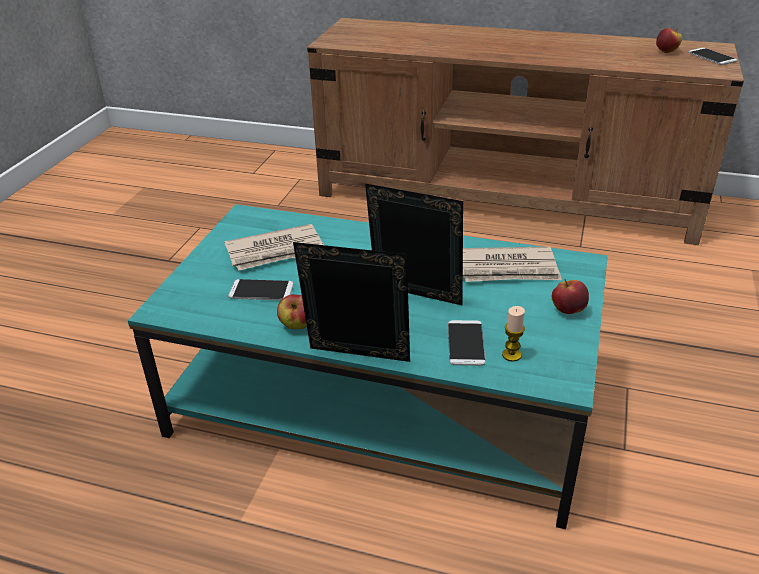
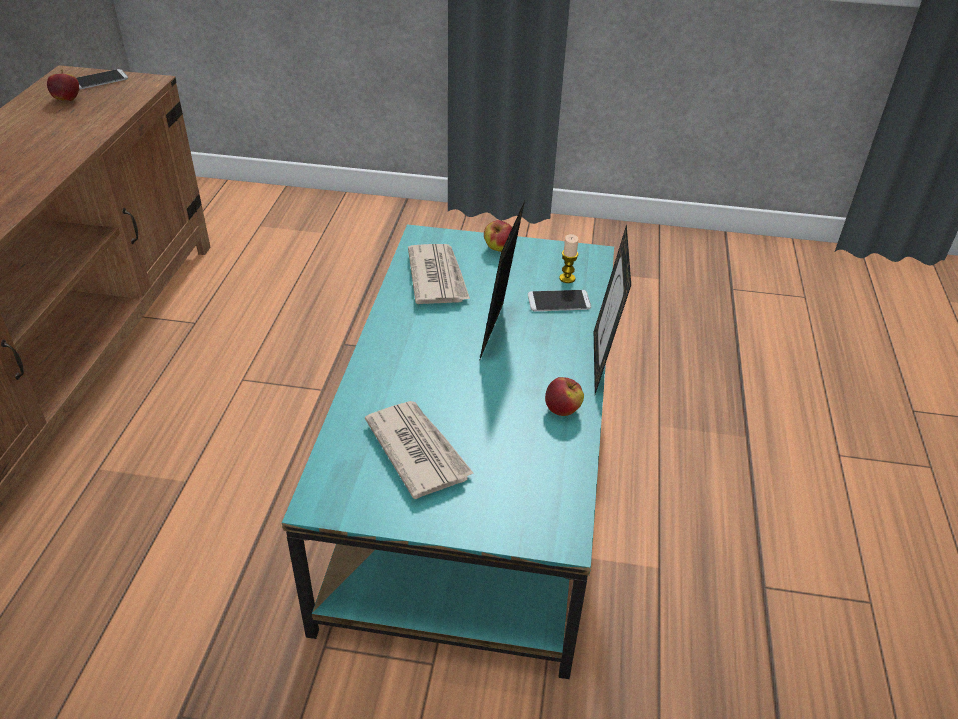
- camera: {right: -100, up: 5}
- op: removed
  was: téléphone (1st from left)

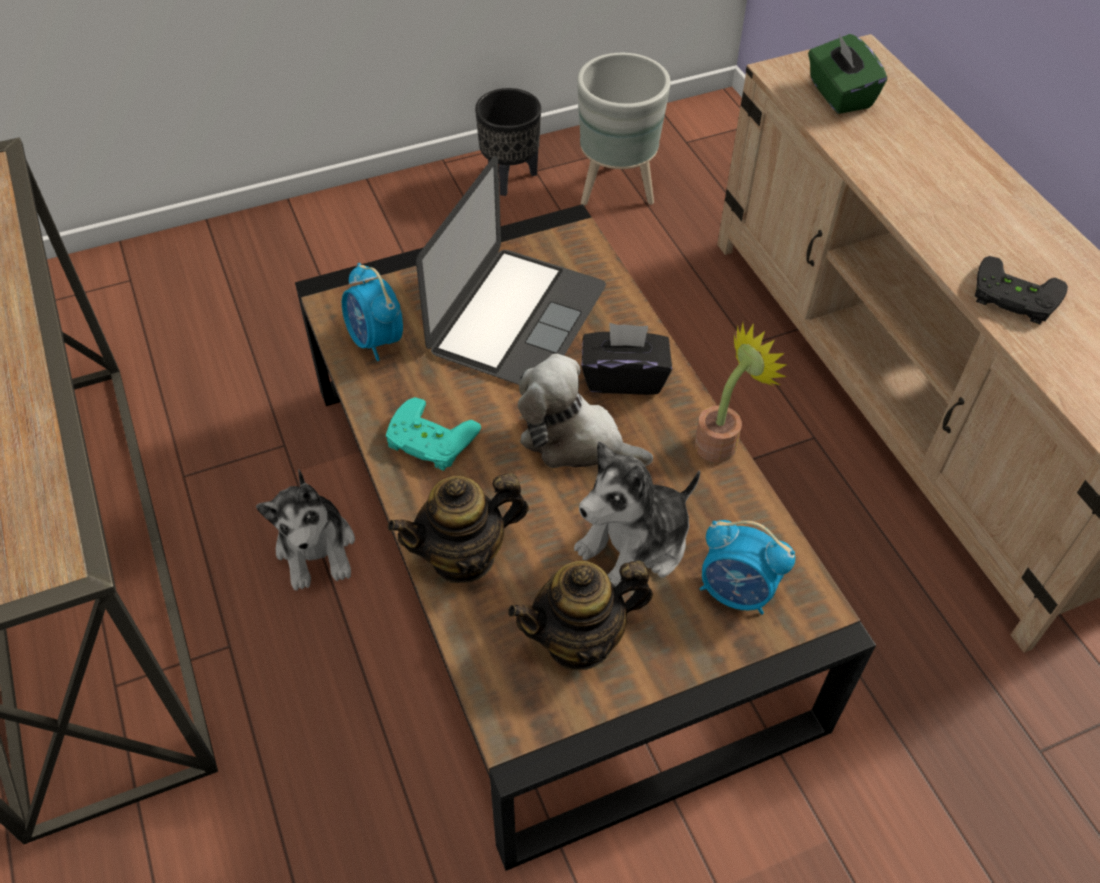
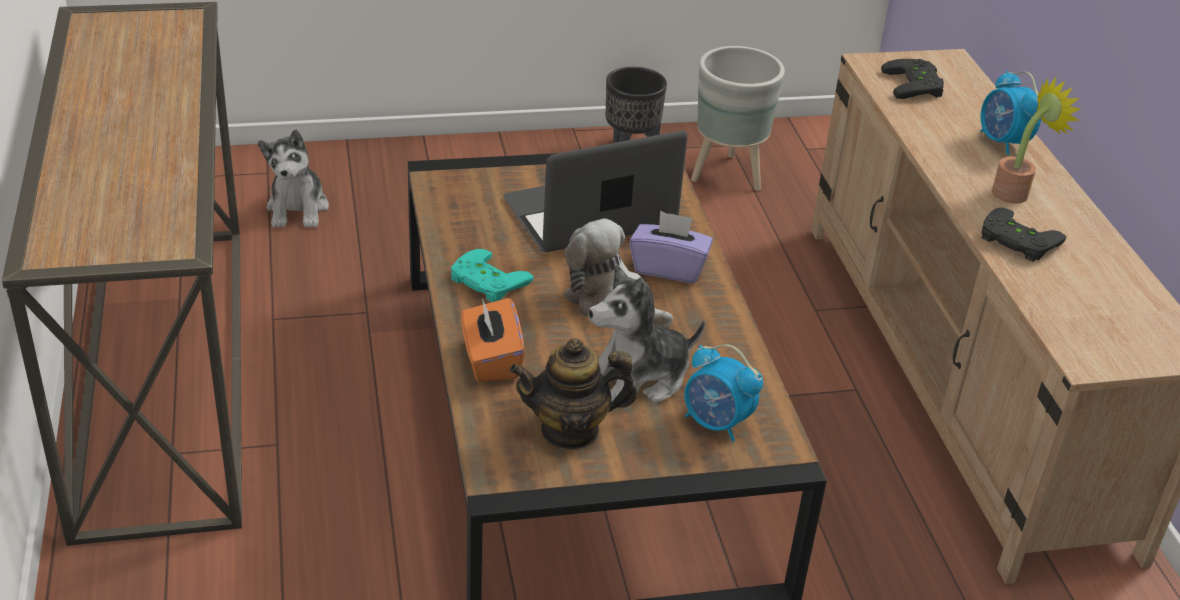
- camera: {right: 10, up: -15}
- op: moved
  was: peluche (1st from left)
- op: replaced
  was: théière (1st from left)
  now: boîte à mouchoirs/orange
- op: turned
  was: ordinateur portable
  clockwise: -150
- op: recoloured
  was: boîte à mouchoirs/noir
  now: boîte à mouchoirs/violet
- op: replaced
  was: boîte à mouchoirs/vert
  now: manette/noir (1st from left)
- op: moved
  was: réveil (1st from left in the first image)
  now: réveil (2nd from left)
- op: moved
  was: plante en pot

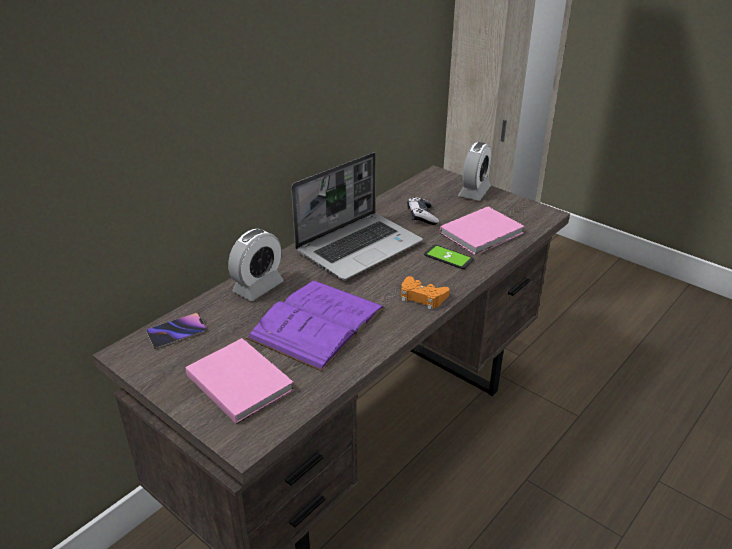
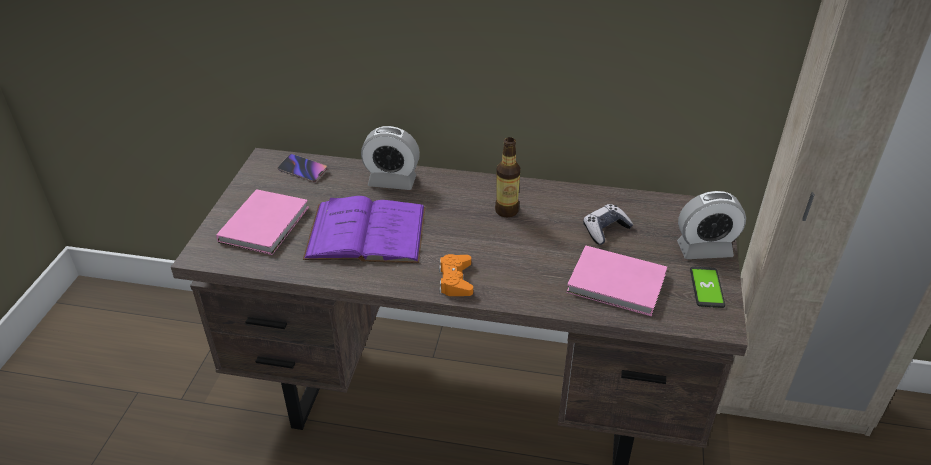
- camera: {right: 60, up: 5}
- op: replaced
  was: ordinateur portable
  now: bouteille
- op: moved
  was: téléphone (2nd from left)

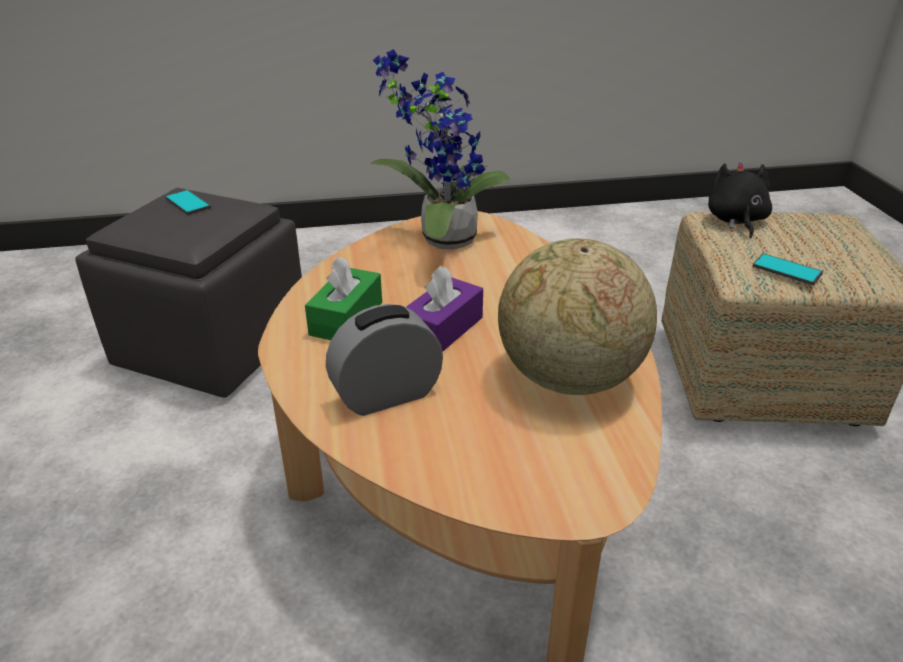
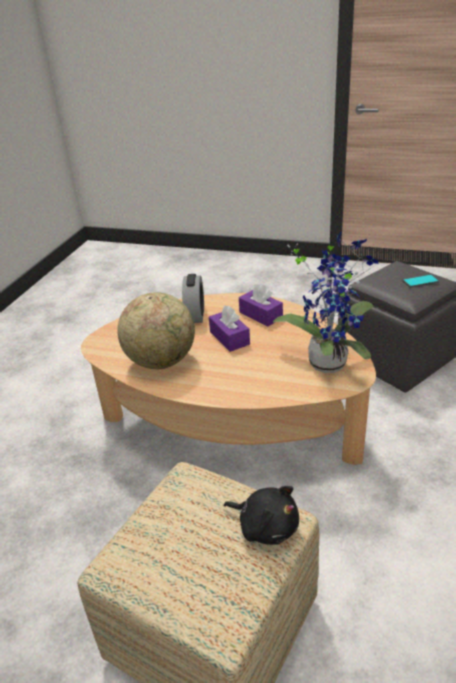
- camera: {right: 120, up: 0}
- op: recoloured
  was: boîte à mouchoirs/vert
  now: boîte à mouchoirs/violet (2nd from left)
- op: removed
  was: téléphone (2nd from left)

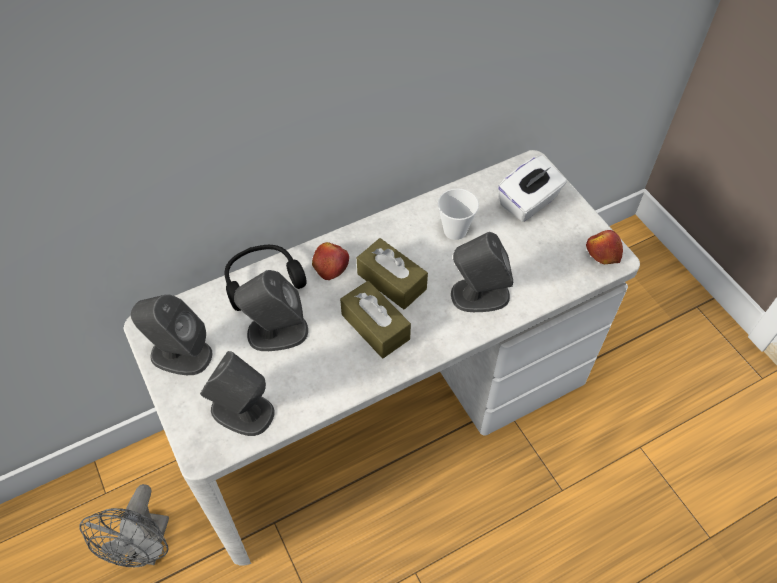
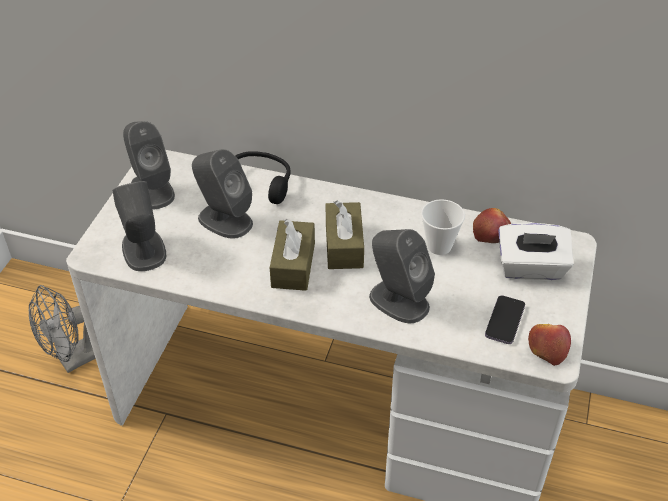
- camera: {right: 45, up: -10}
- op: moved
  was: pomme (1st from left)
- op: added
  now: téléphone

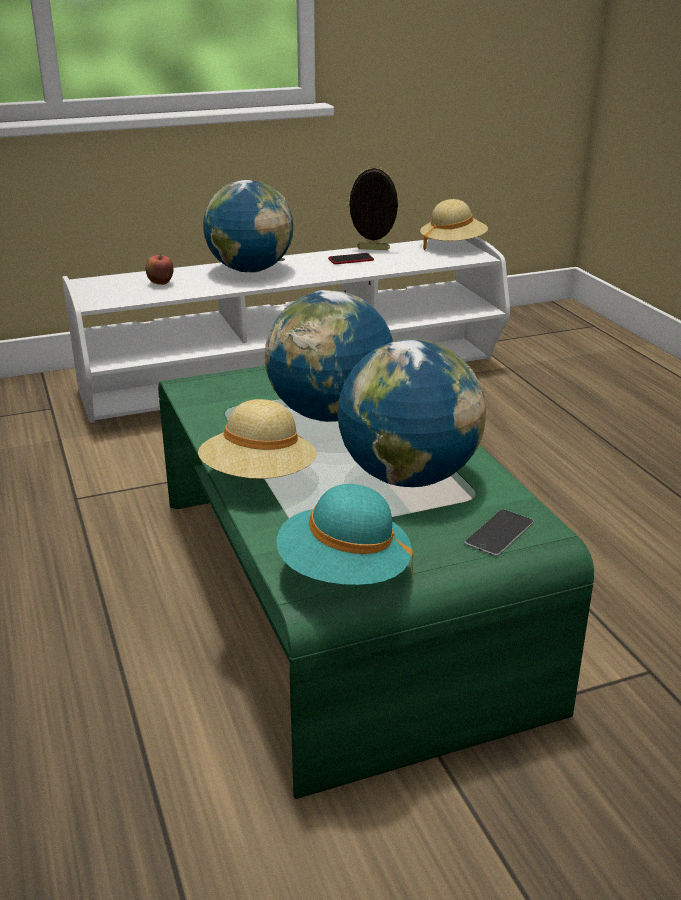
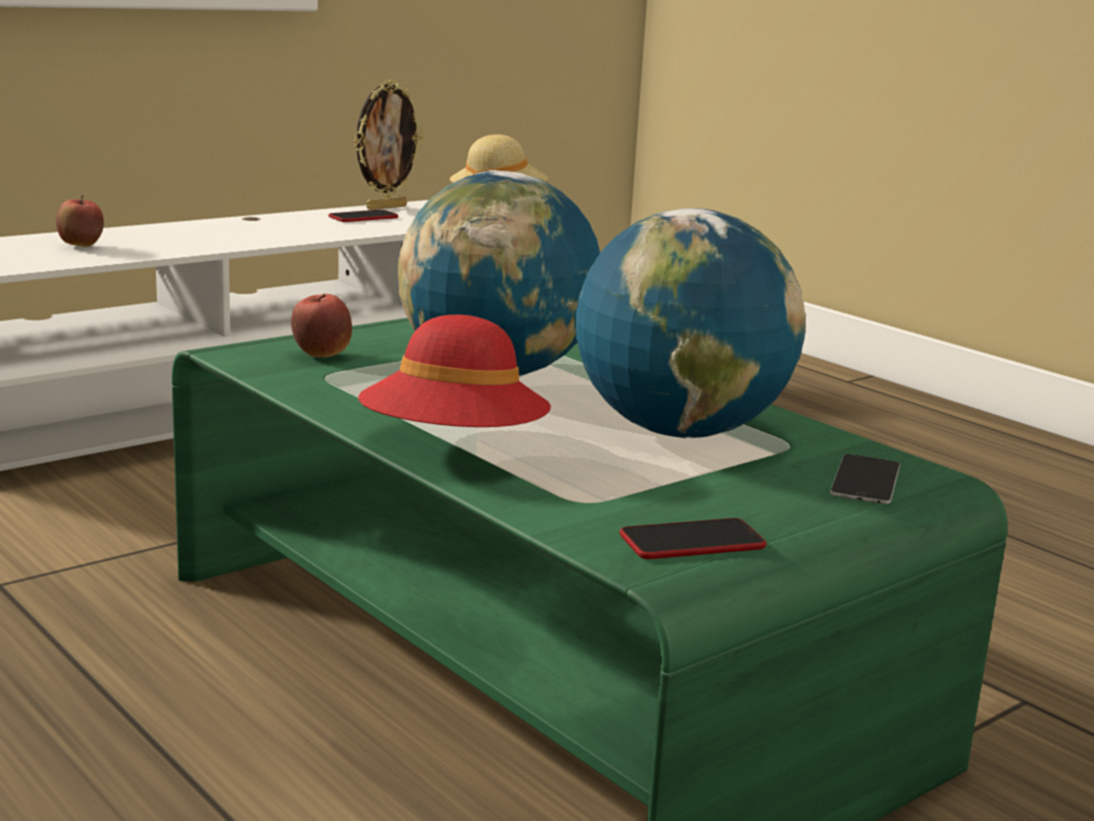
- camera: {right: -20, up: -10}
- op: added
  now: pomme (2nd from left)
- op: turned
  was: cadre photo
  clockwise: 150
- op: recoloured
  was: chapeau/beige (1st from left)
  now: chapeau/rouge
- op: replaced
  was: chapeau/turquoise
  now: téléphone (2nd from left)
- op: removed
  was: globe (1st from left)

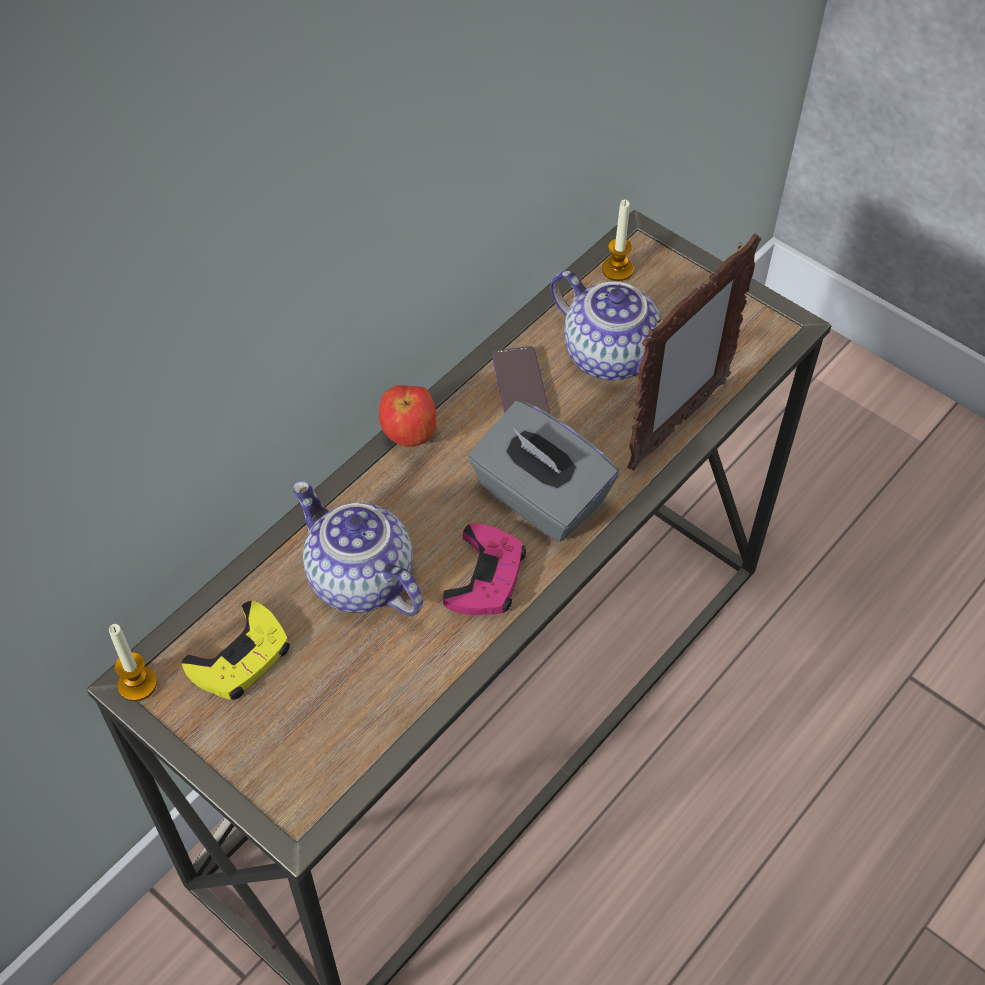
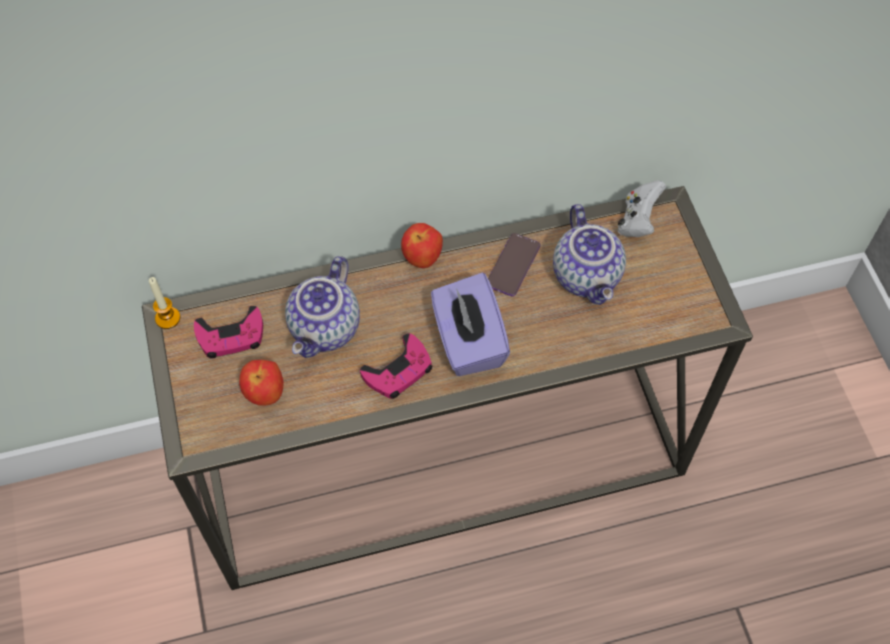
- camera: {right: 35, up: 5}
- op: recoloured
  was: manette/jaune
  now: manette/rose (1st from left)
- op: added
  now: pomme (1st from left)
- op: turned
  was: théière (1st from left)
  clockwise: -150
- op: recoloured
  was: boîte à mouchoirs/gris
  now: boîte à mouchoirs/violet
- op: replaced
  was: bougie (2nd from left)
  now: manette/blanc
- op: removed
  was: cadre photo

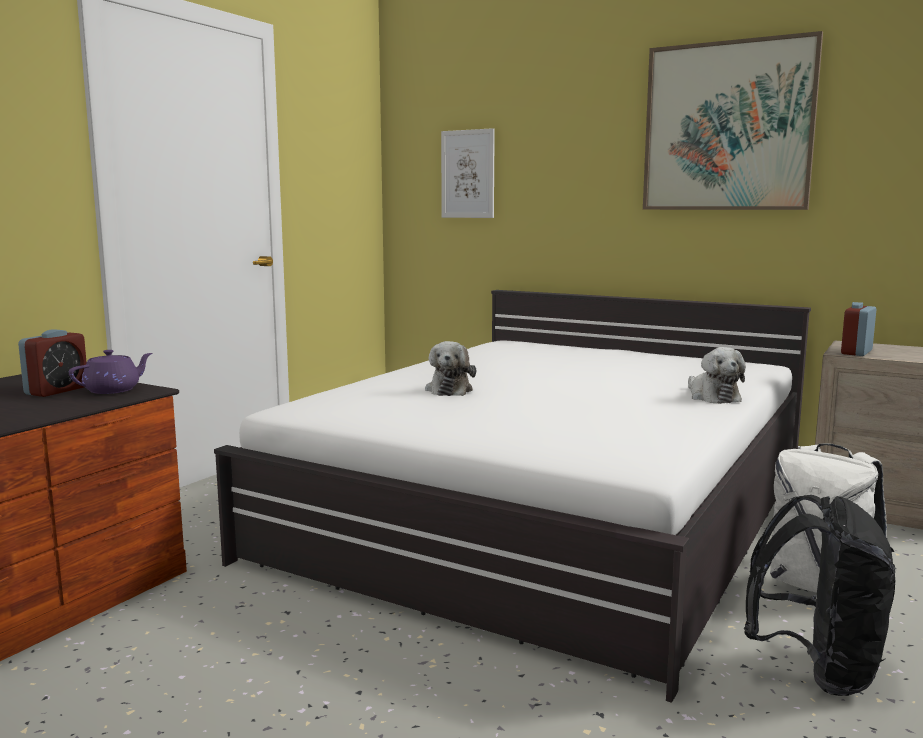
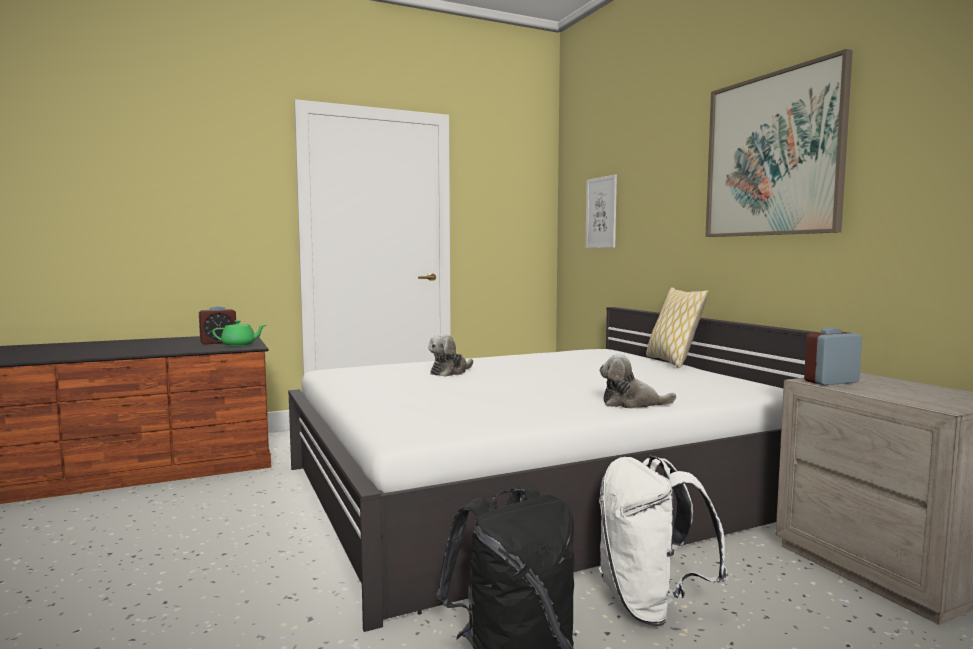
- camera: {right: 35, up: -5}
- op: recoloured
  was: théière/violet
  now: théière/vert
- op: turned
  was: peluche (2nd from left)
  clockwise: 75
- op: added
  now: coussin

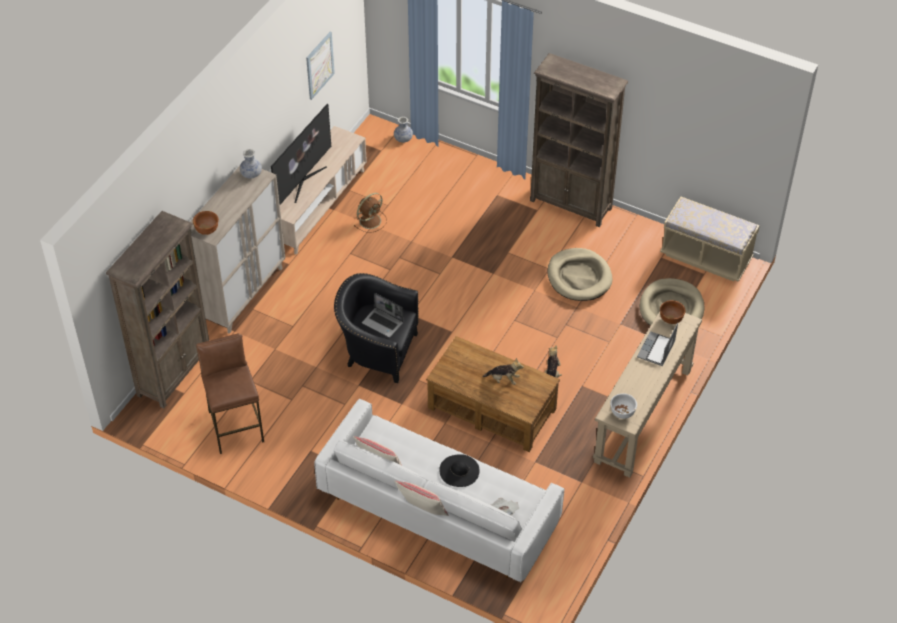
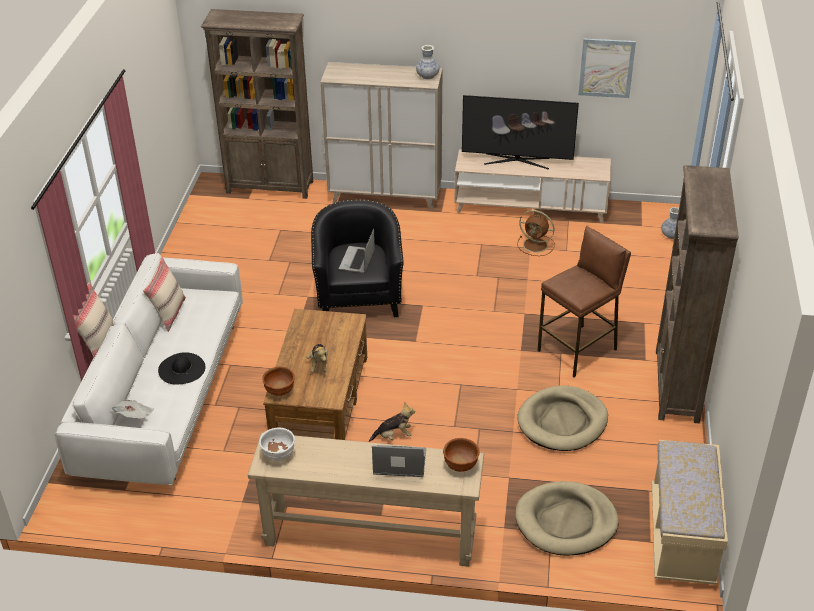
- camera: {right: 70, up: -10}
- op: moved
  was: bol/marron (1st from left)
- op: moved
  was: tabouret/marron

